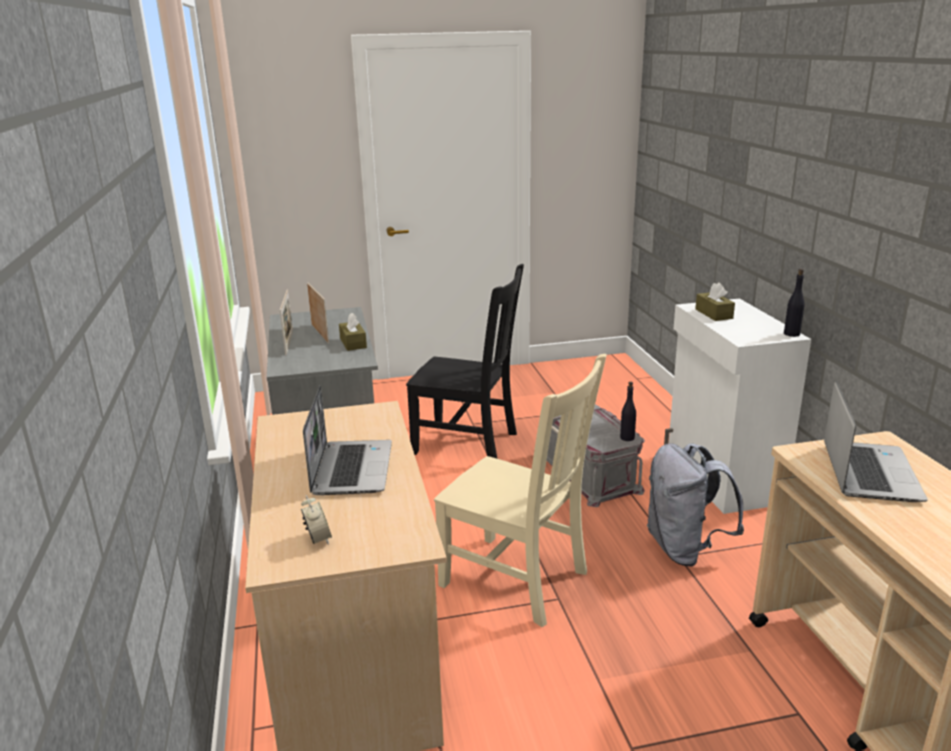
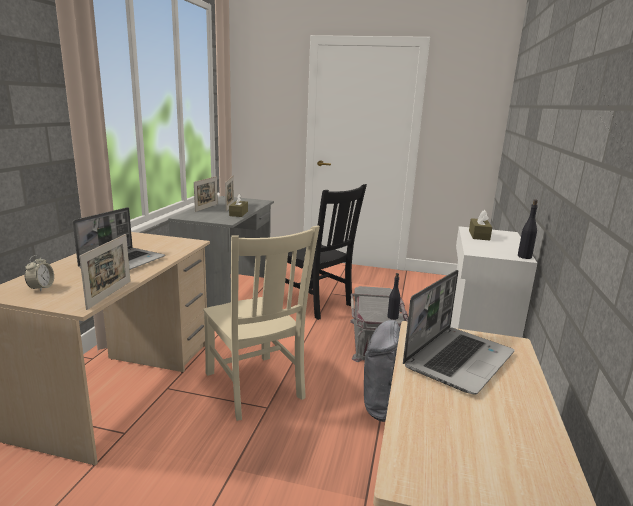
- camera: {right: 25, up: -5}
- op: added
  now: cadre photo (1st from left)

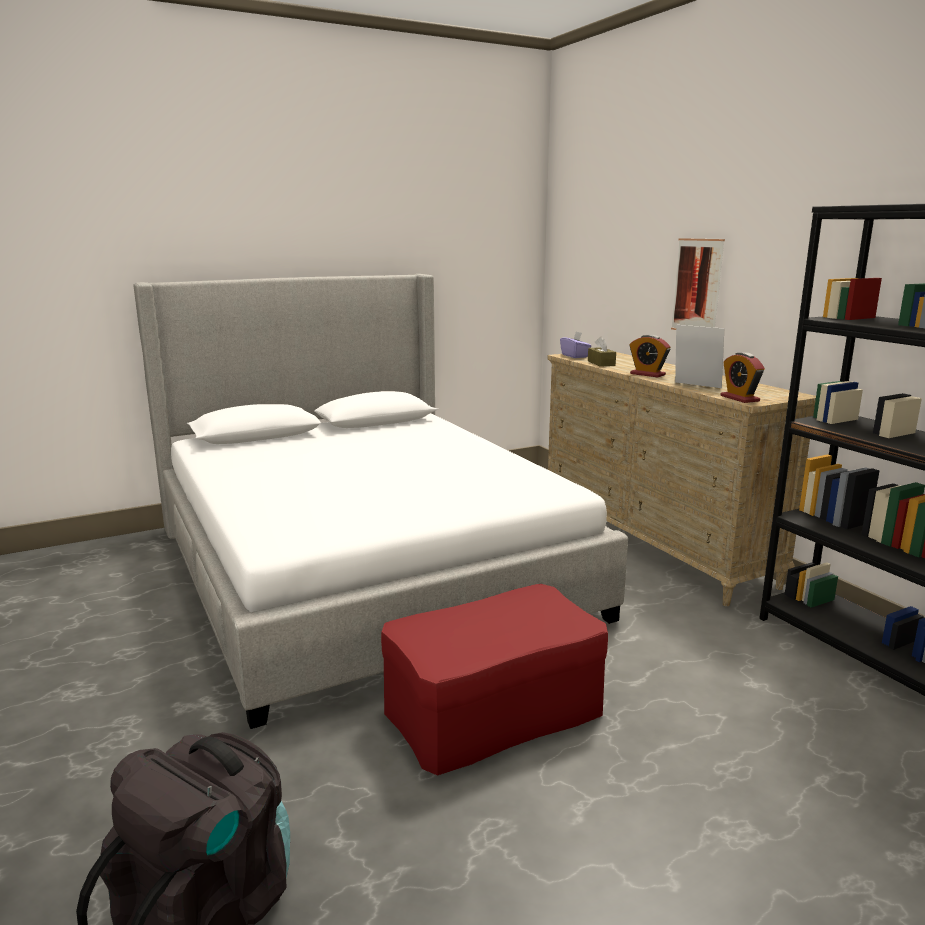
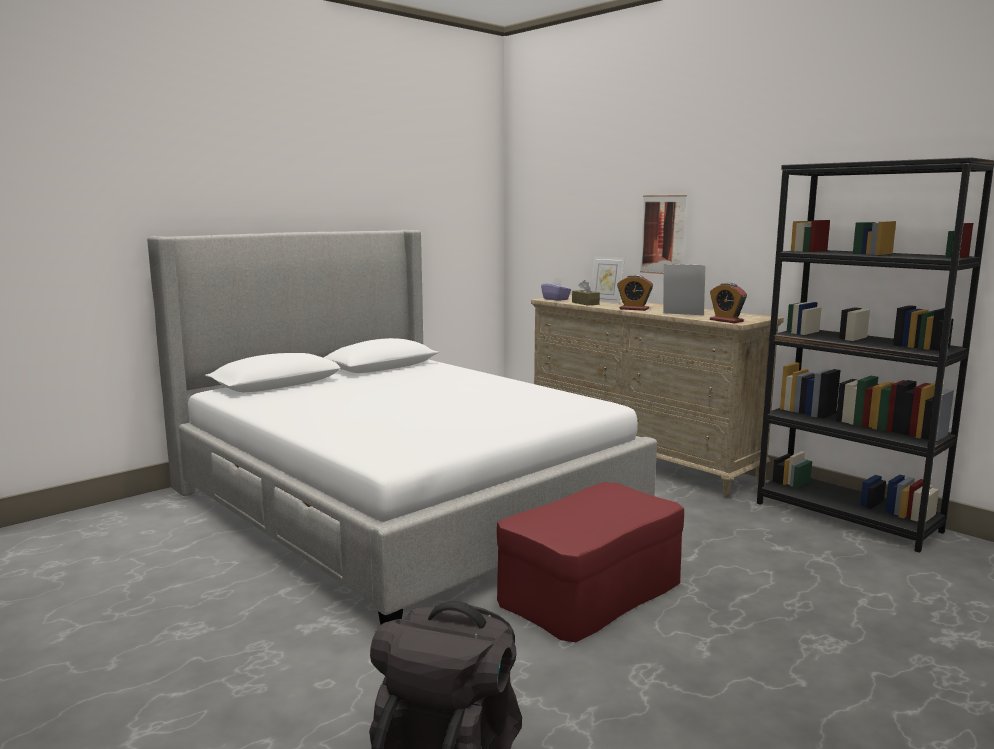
- camera: {right: -15, up: -5}
- op: added
  now: cadre photo (1st from left)

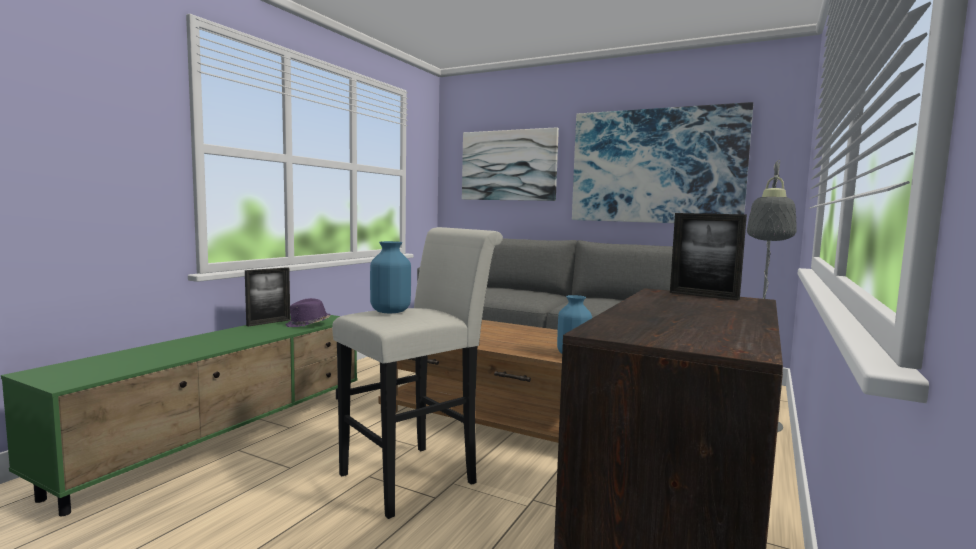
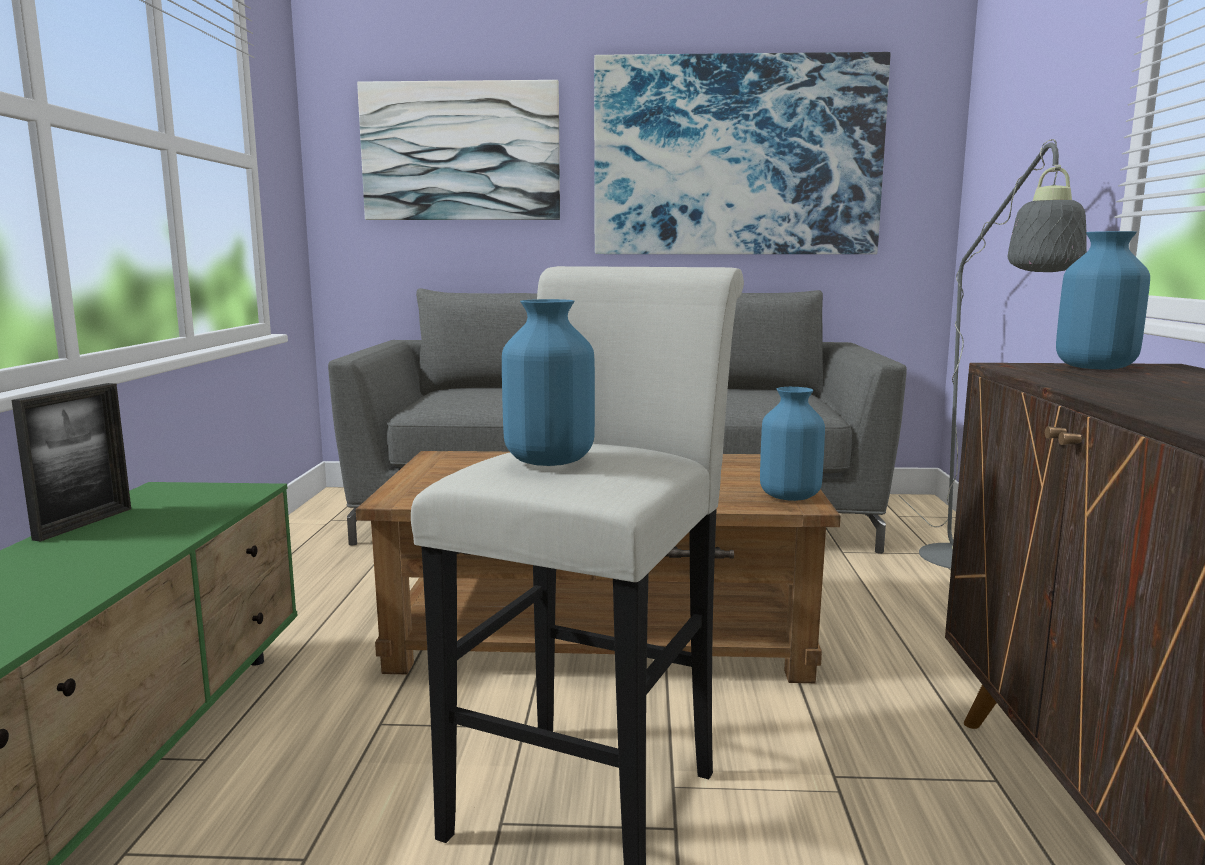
- camera: {right: -25, up: 5}
- op: replaced
  was: cadre photo (2nd from left)
  now: vase/bleu (3rd from left)
- op: removed
  was: chapeau/violet

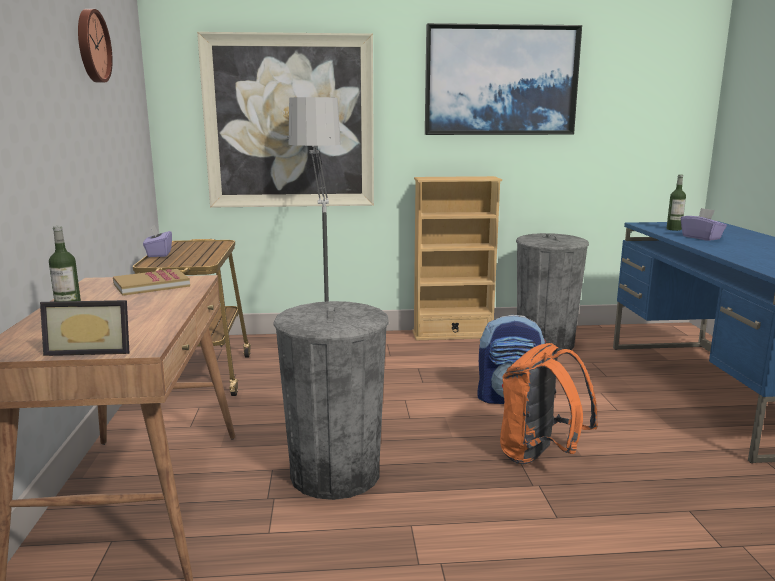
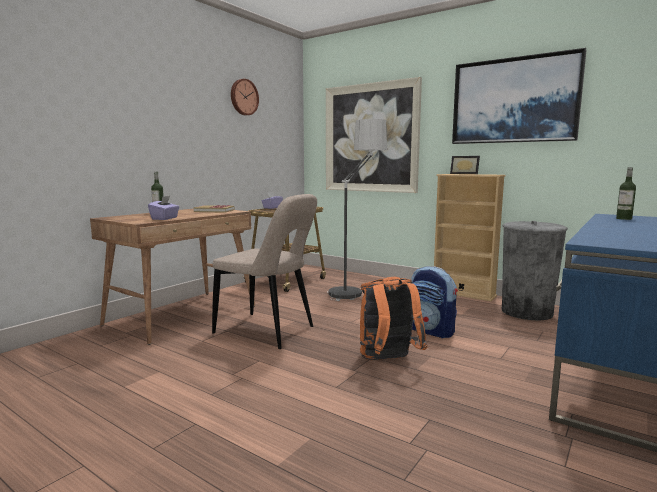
- camera: {right: 40, up: -5}
- op: moved
  was: boîte à mouchoirs/violet (2nd from left in the first image)
  now: boîte à mouchoirs/violet (1st from left)
- op: replaced
  was: poubelle/gris (1st from left)
  now: chaise/beige
- op: moved
  was: cadre photo

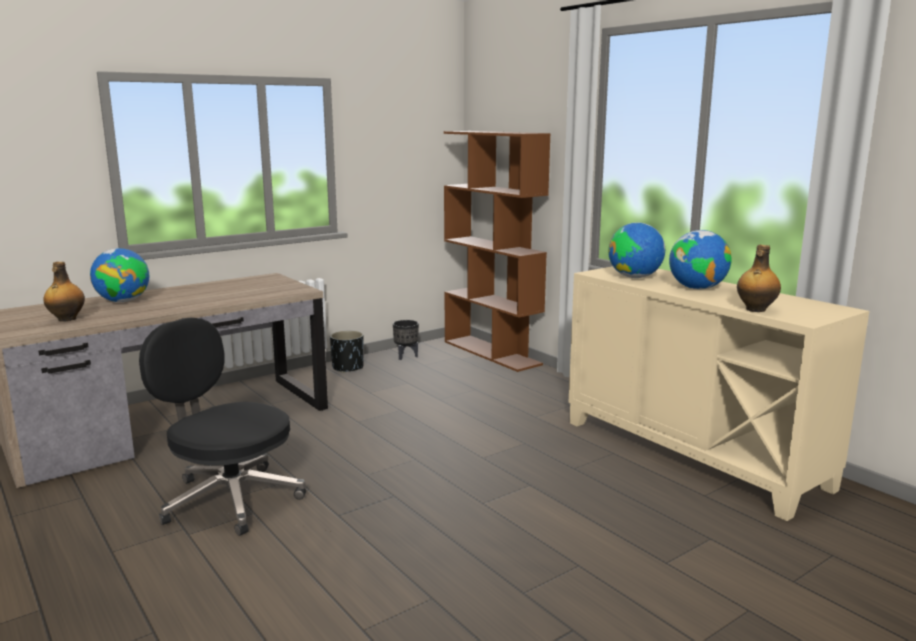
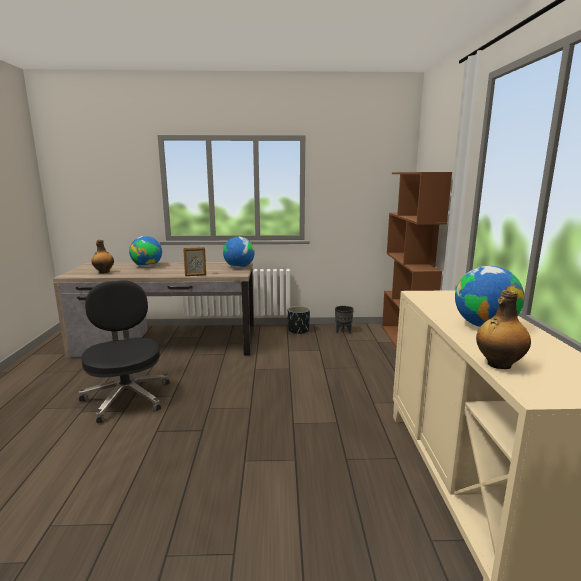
- camera: {right: 35, up: 0}
- op: added
  now: cadre photo
- op: moved
  was: globe (2nd from left)

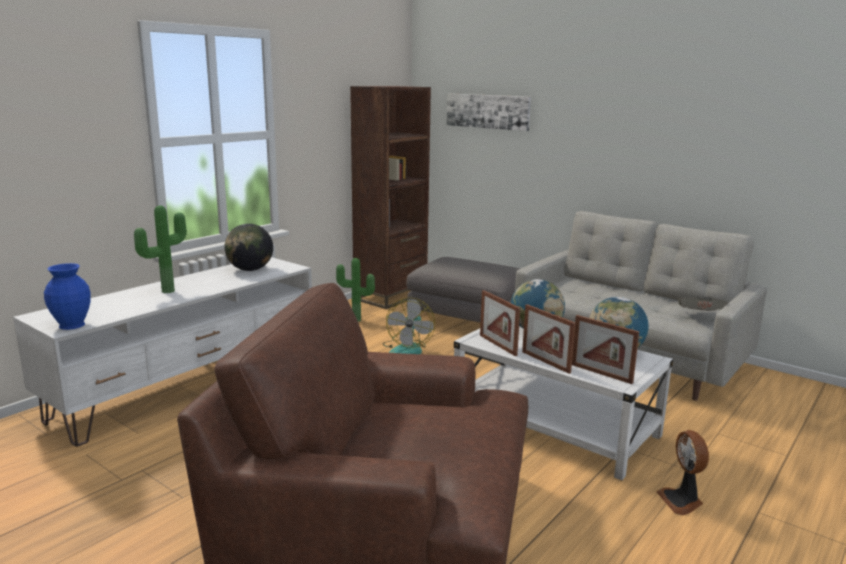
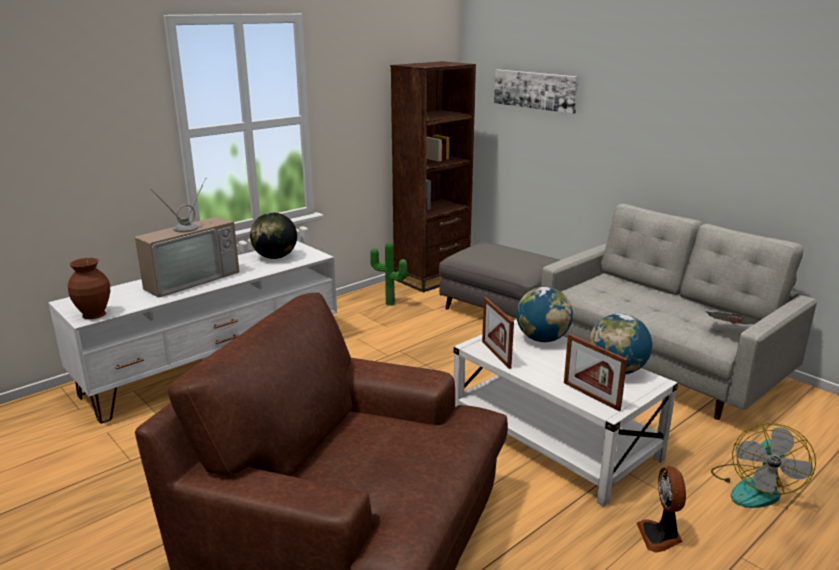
- camera: {right: 10, up: 5}
- op: recoloured
  was: vase/bleu
  now: vase/marron
- op: replaced
  was: plante en pot (1st from left)
  now: téléviseur
- op: moved
  was: ventilateur (1st from left in the first image)
  now: ventilateur (2nd from left)
- op: removed
  was: cadre photo (2nd from left)

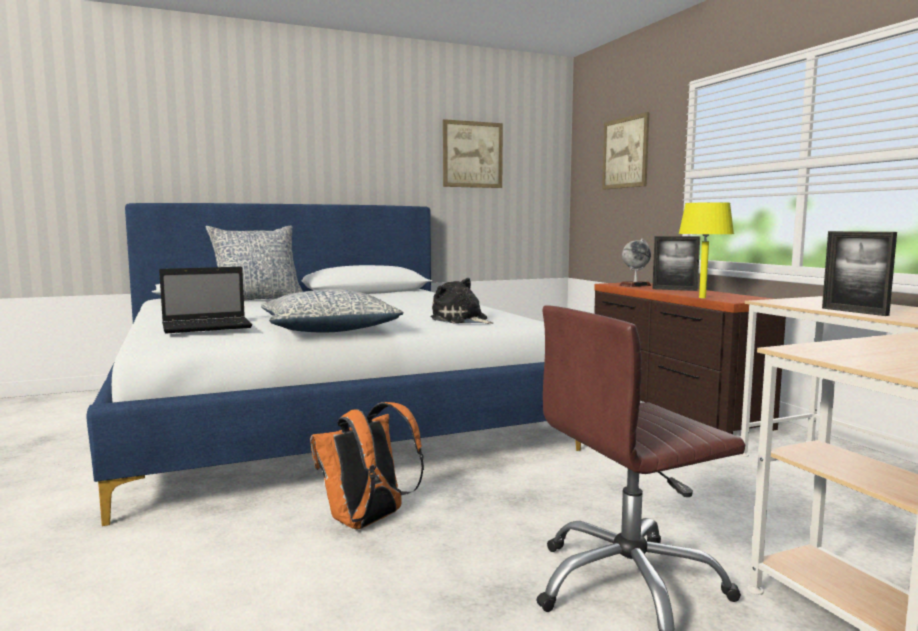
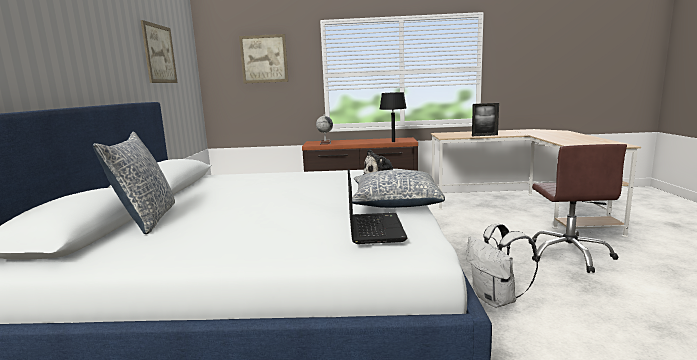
- camera: {right: -65, up: 5}
- op: recoloured
  was: lampe de table/jaune
  now: lampe de table/noir
- op: recoloured
  was: sac à dos/orange
  now: sac à dos/blanc
- op: removed
  was: cadre photo (1st from left)

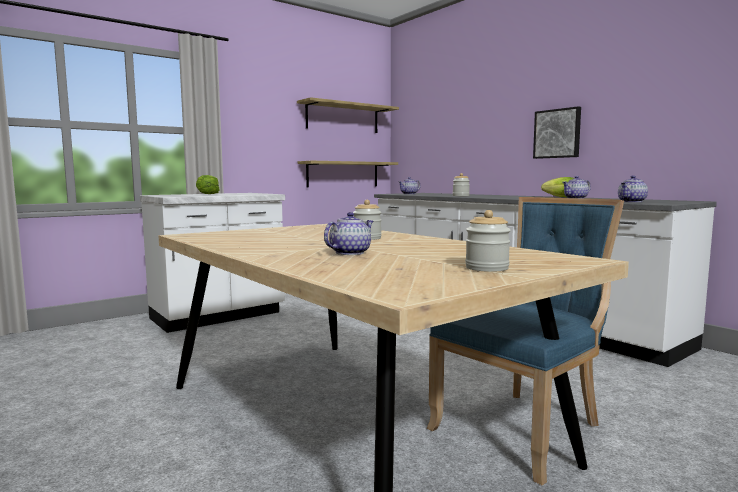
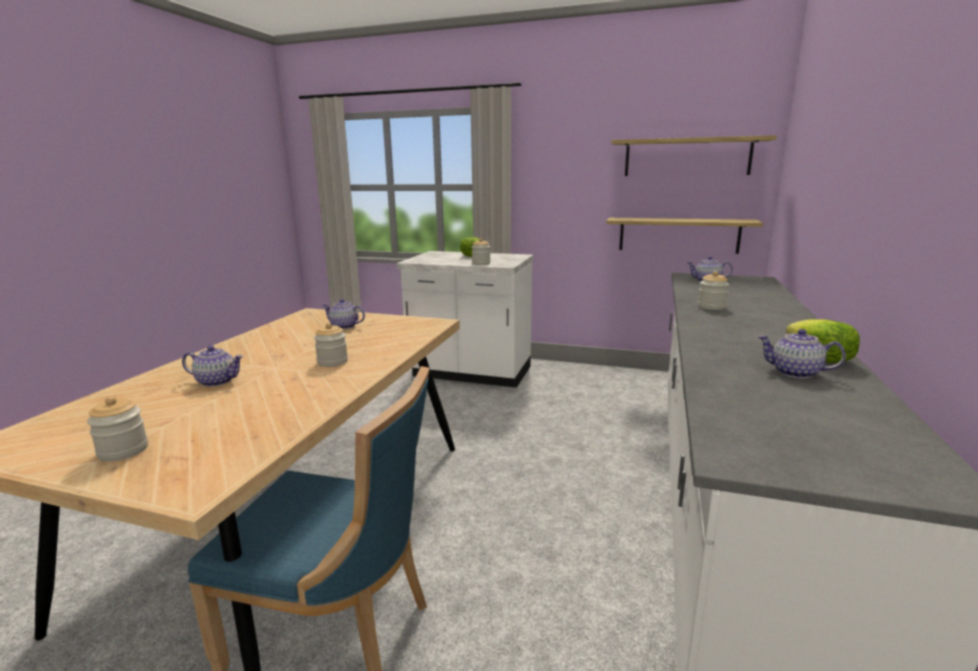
- camera: {right: 55, up: 10}
- op: moved
  was: théière (4th from left in the first image)
  now: théière (2nd from left)
- op: added
  now: bocal (3rd from left)
- op: removed
  was: tableau

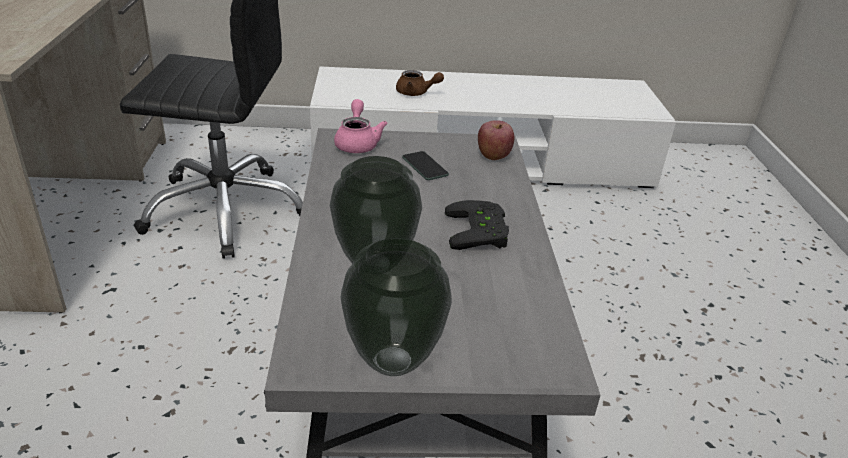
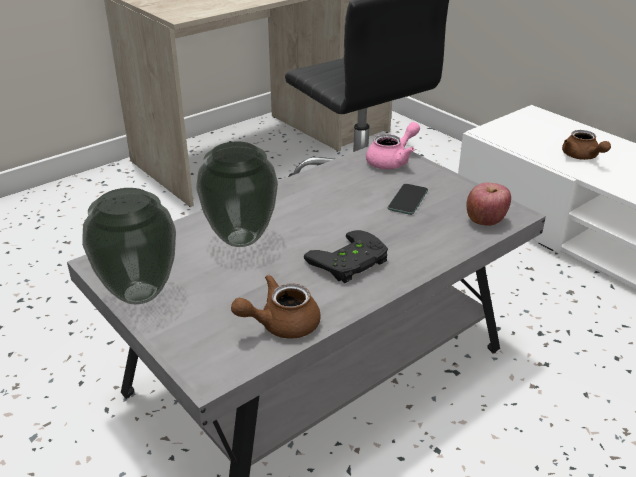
- camera: {right: 55, up: 0}
- op: added
  now: théière/marron (1st from left)

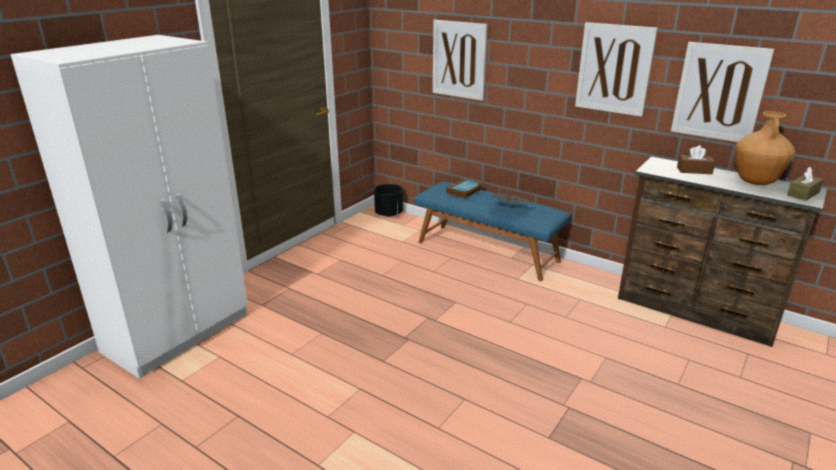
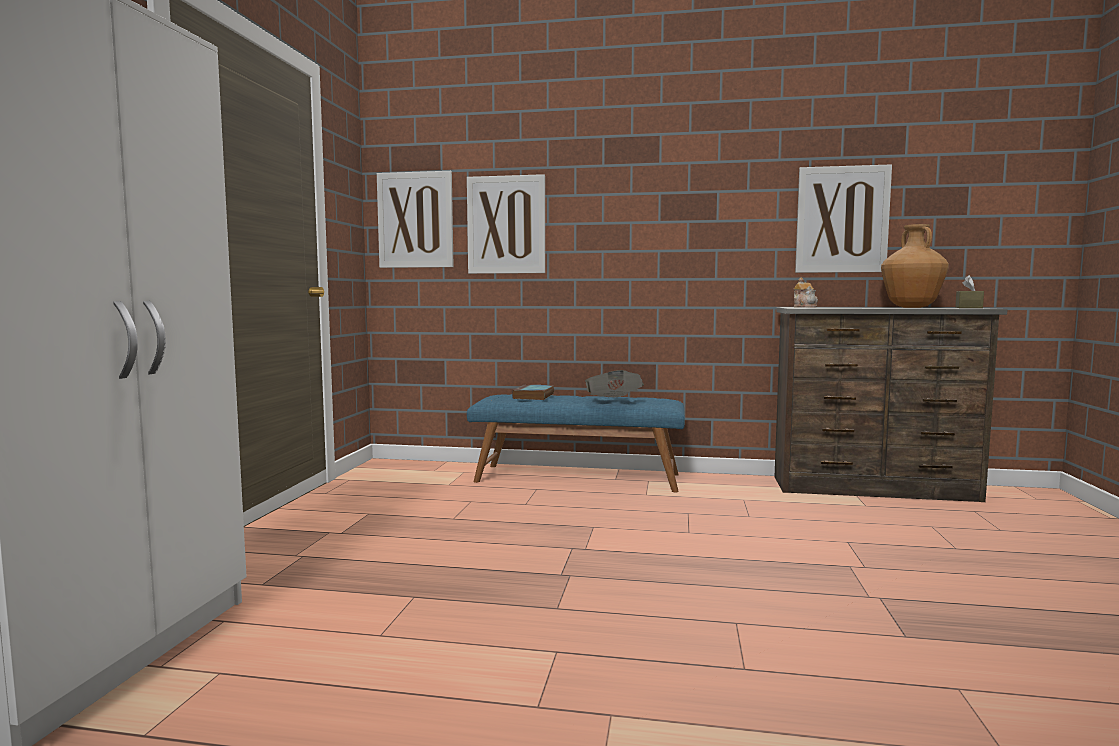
- camera: {right: -25, up: -20}
- op: moved
  was: tableau (2nd from left in the first image)
  now: tableau (1st from left)
- op: added
  now: théière
- op: removed
  was: cache-pot/noir
- op: removed
  was: boîte à mouchoirs/marron (1st from left)

